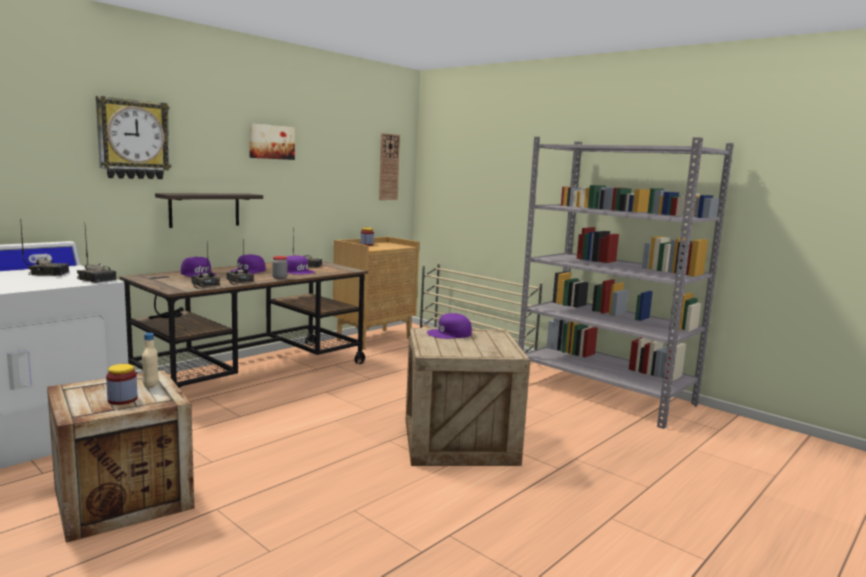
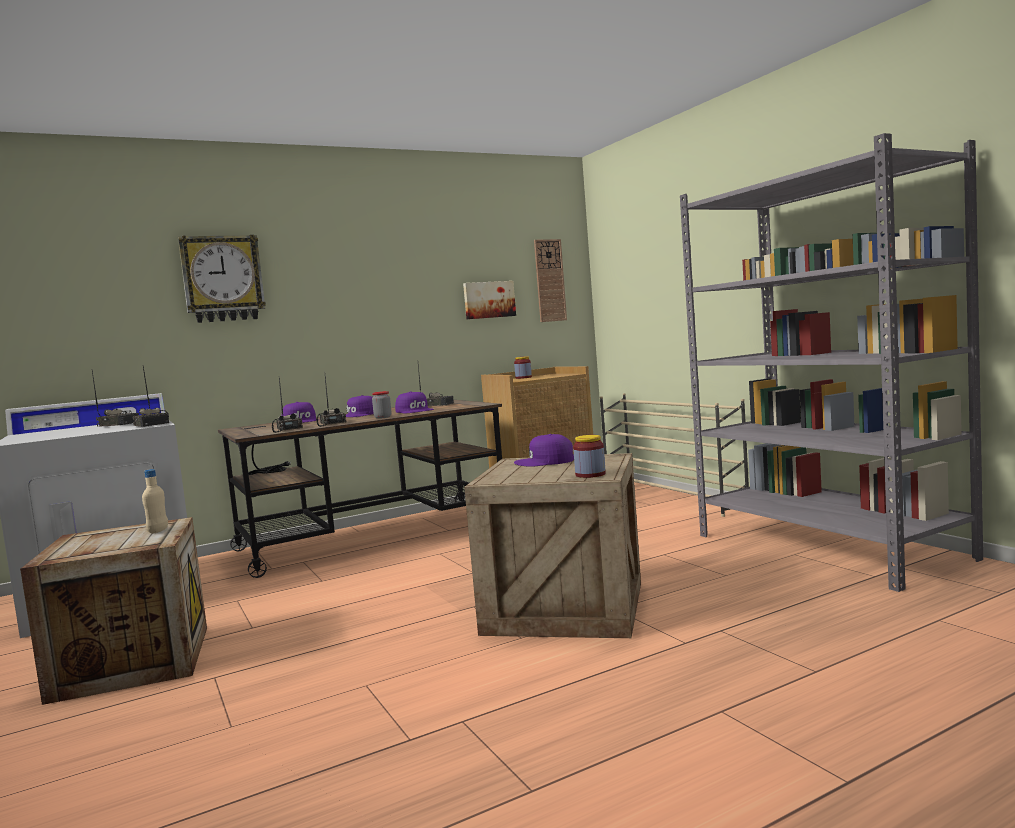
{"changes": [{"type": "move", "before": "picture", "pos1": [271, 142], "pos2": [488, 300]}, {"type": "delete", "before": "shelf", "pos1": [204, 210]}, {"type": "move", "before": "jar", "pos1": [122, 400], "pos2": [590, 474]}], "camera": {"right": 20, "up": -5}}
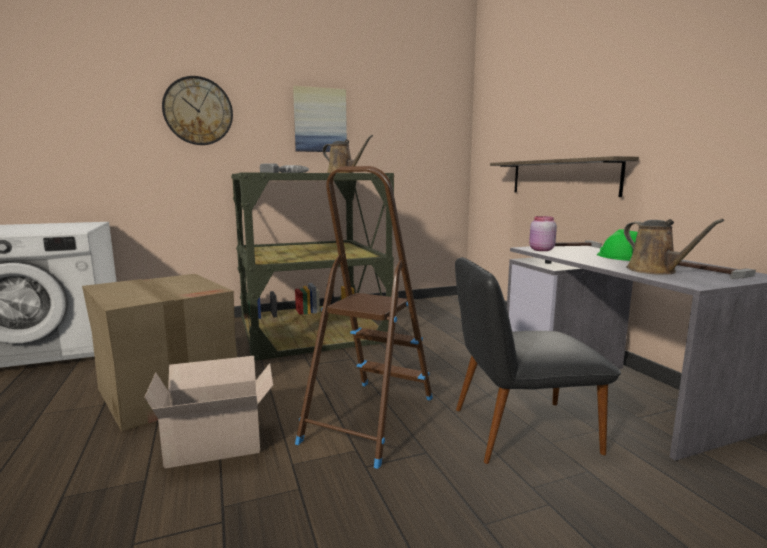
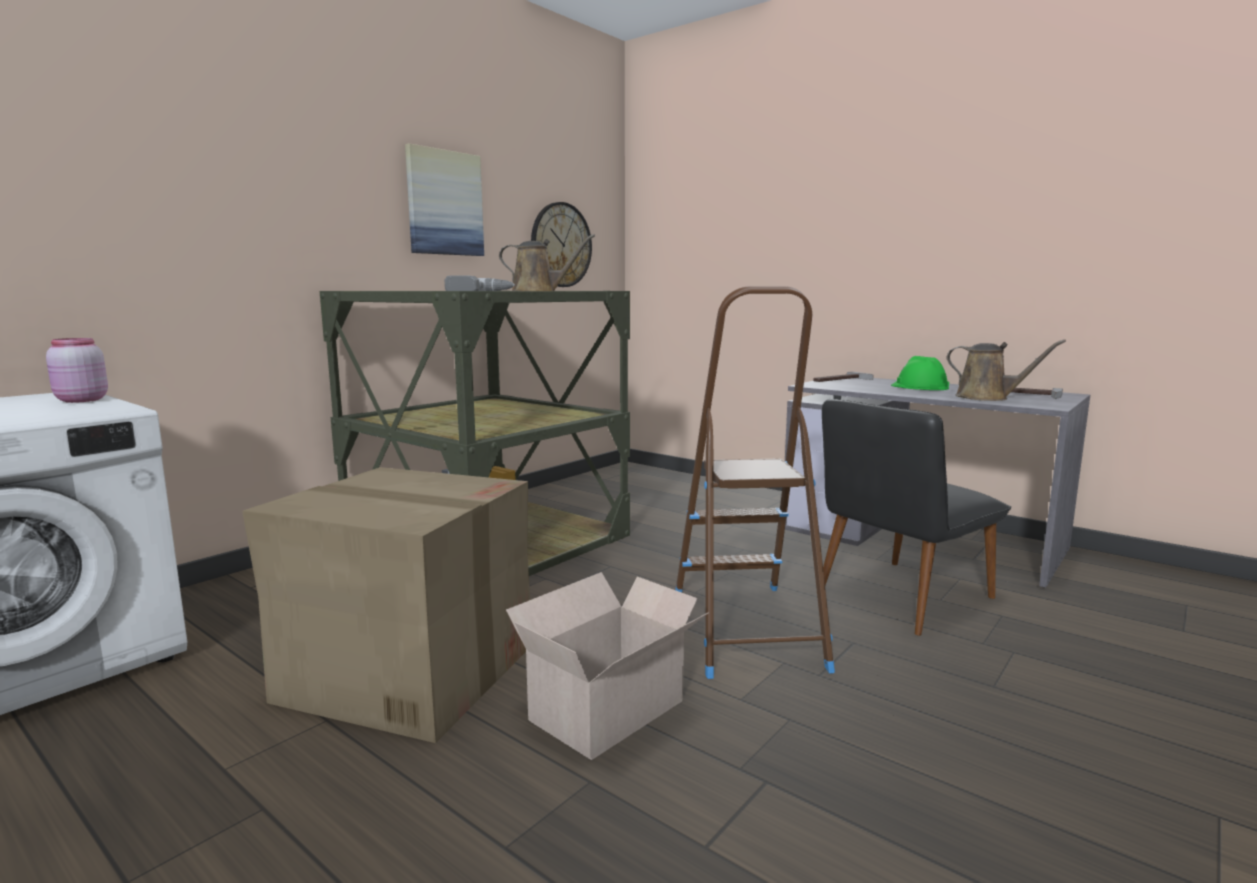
{"changes": [{"type": "move", "before": "wall clock", "pos1": [198, 111], "pos2": [561, 245]}, {"type": "delete", "before": "shelf", "pos1": [562, 177]}, {"type": "move", "before": "jar (pink)", "pos1": [541, 250], "pos2": [80, 400]}], "camera": {"right": -30, "up": 0}}
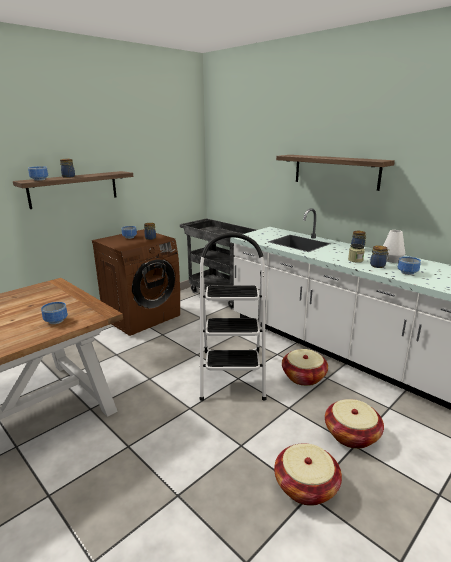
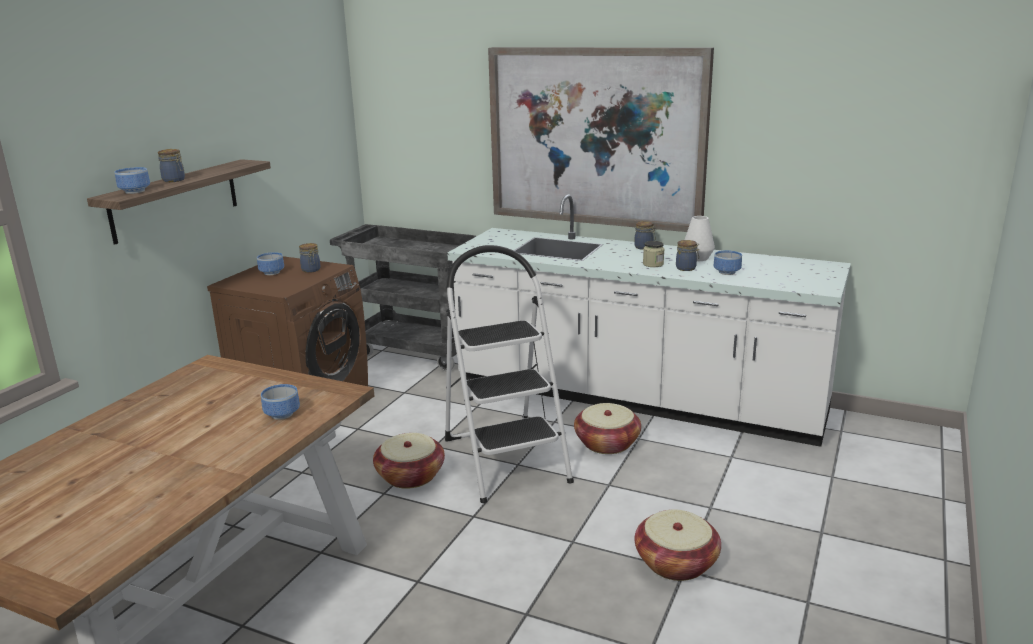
{"changes": [{"type": "replace", "before": "shelf", "after": "picture", "pos1": [335, 171], "pos2": [596, 137]}, {"type": "move", "before": "basket", "pos1": [351, 435], "pos2": [410, 476]}], "camera": {"right": -20, "up": 0}}
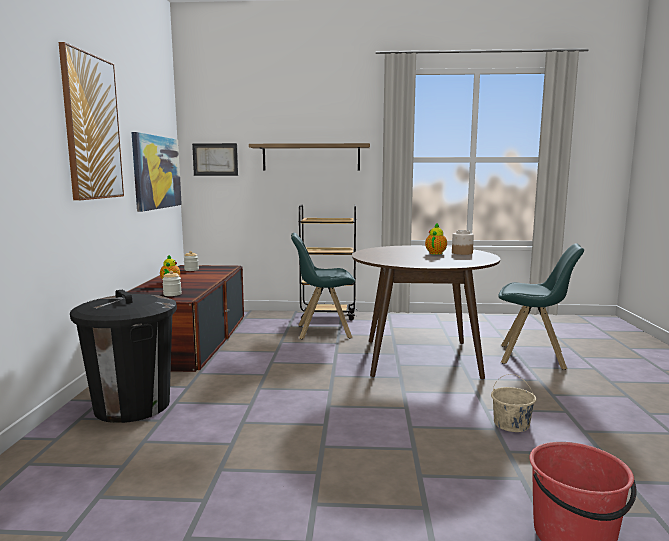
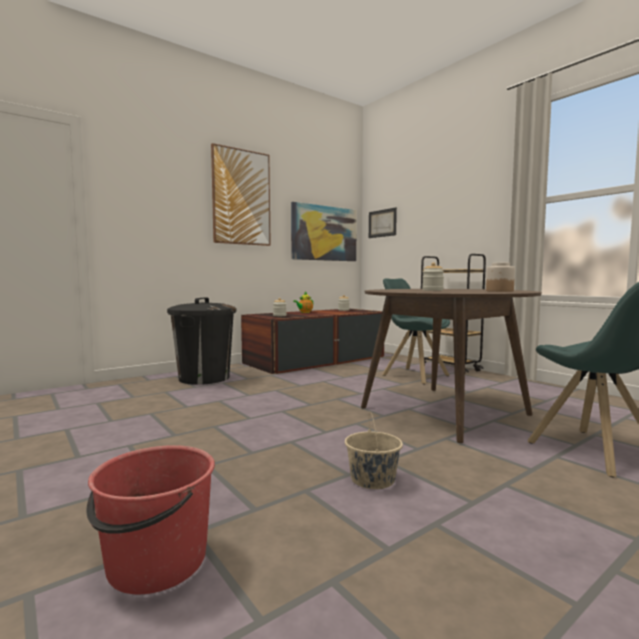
{"changes": [{"type": "delete", "before": "shelf", "pos1": [311, 157]}, {"type": "delete", "before": "teapot", "pos1": [436, 253]}, {"type": "insert", "after": "jar", "pos2": [432, 290]}], "camera": {"right": 50, "up": -5}}
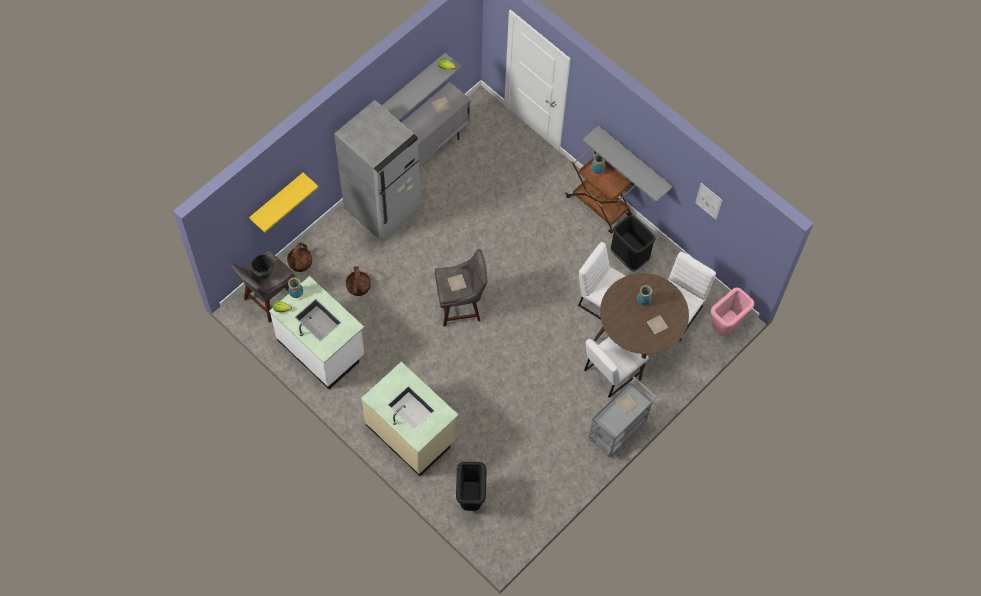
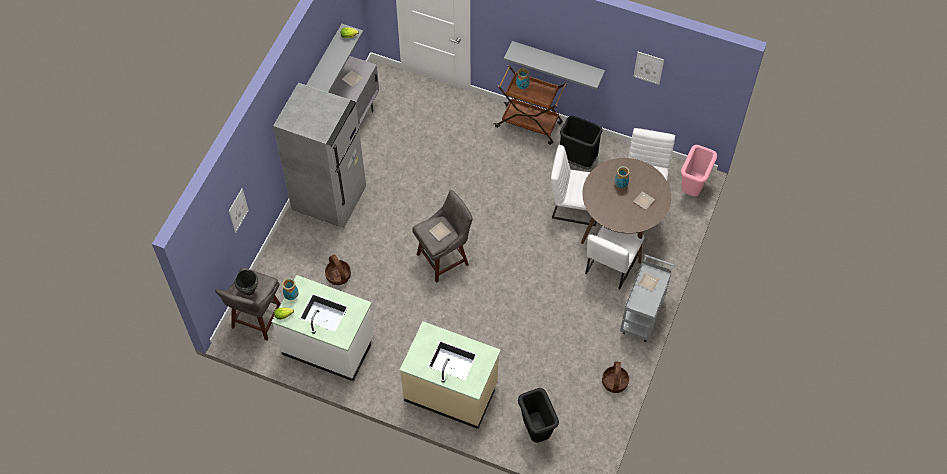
{"changes": [{"type": "replace", "before": "shelf (yellow)", "after": "picture", "pos1": [277, 199], "pos2": [238, 210]}, {"type": "move", "before": "basket", "pos1": [300, 262], "pos2": [615, 382]}], "camera": {"right": -20, "up": -5}}
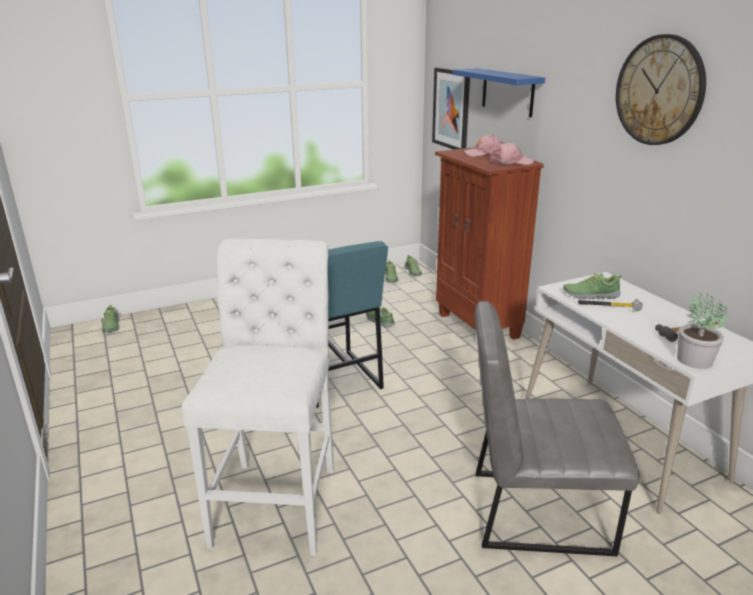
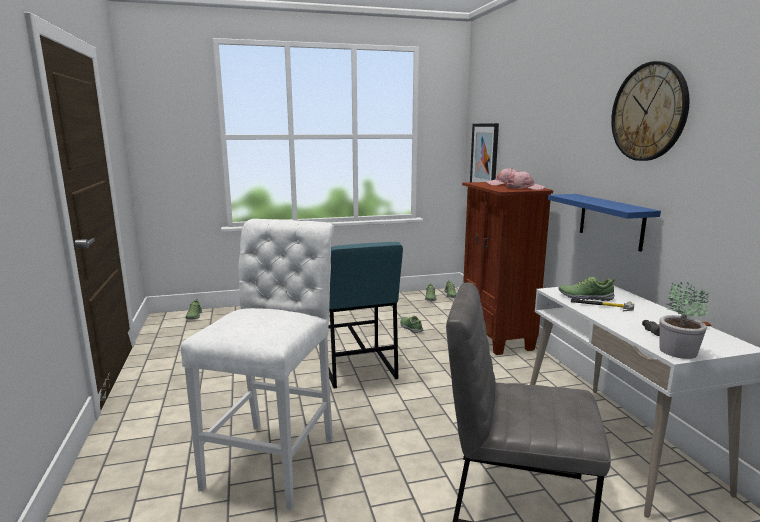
{"changes": [{"type": "move", "before": "shelf (blue)", "pos1": [507, 92], "pos2": [611, 221]}], "camera": {"right": 10, "up": -10}}
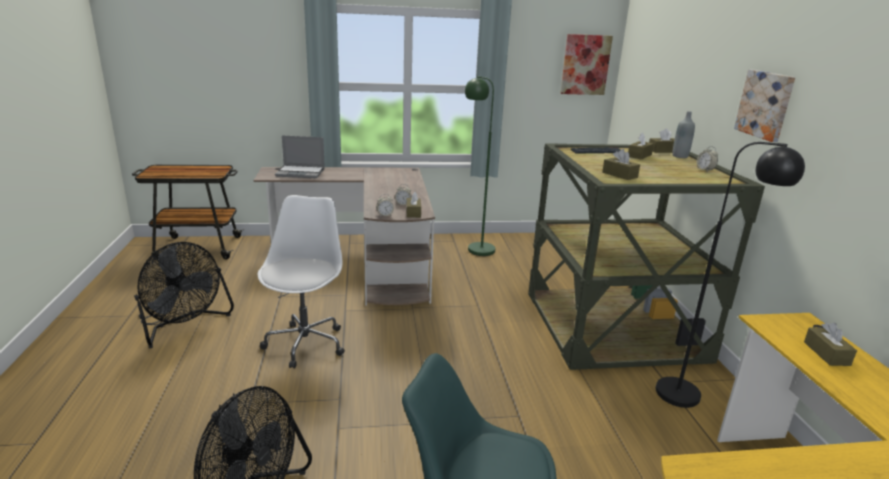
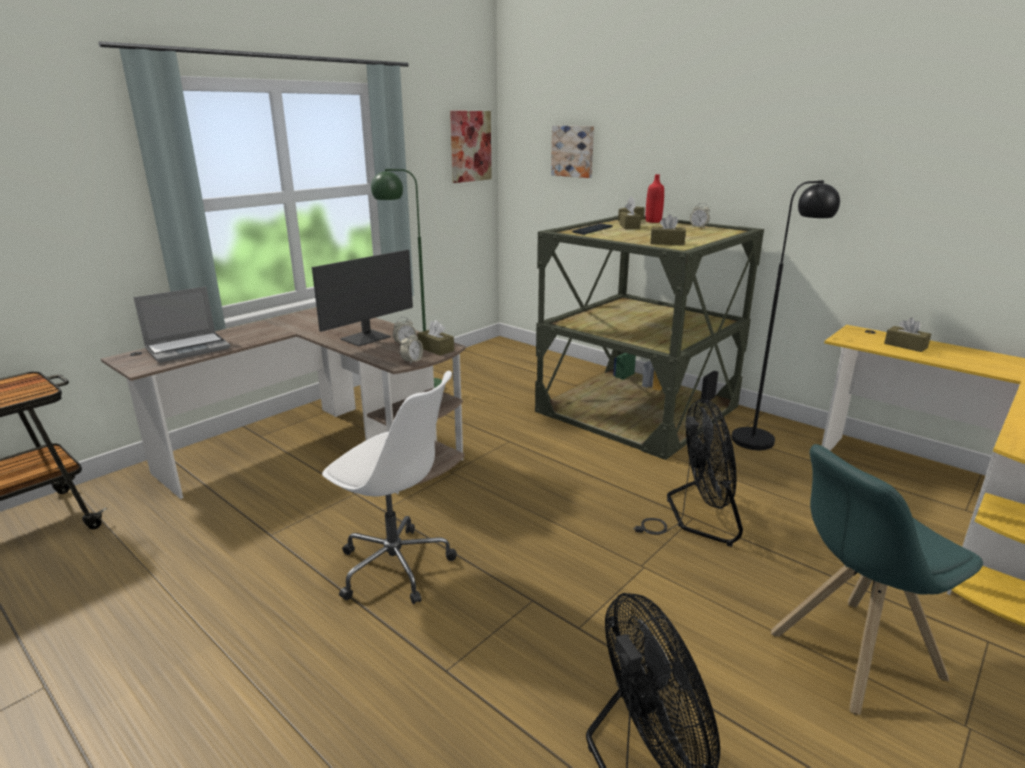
{"changes": [{"type": "move", "before": "picture", "pos1": [766, 104], "pos2": [573, 151]}, {"type": "recolor", "before": "bottle (grey)", "after": "bottle (red)", "pos1": [680, 156], "pos2": [653, 221]}, {"type": "rotate", "before": "office chair (white)", "pos1": [306, 343], "pos2": [398, 568], "turn": 150}, {"type": "move", "before": "fan (black)", "pos1": [180, 325], "pos2": [691, 515]}, {"type": "insert", "after": "monitor", "pos2": [366, 338]}], "camera": {"right": -40, "up": 0}}
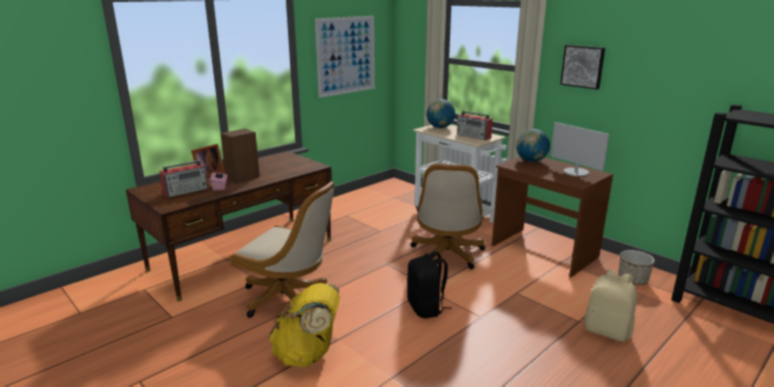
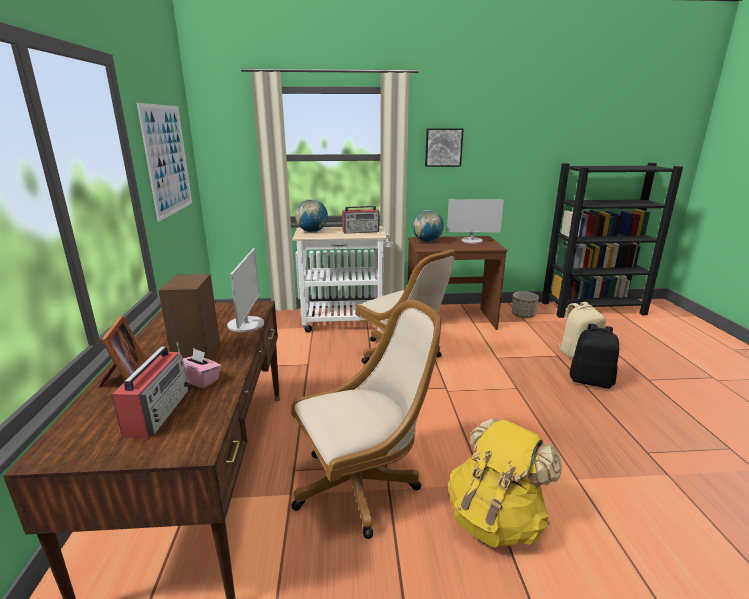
{"changes": [{"type": "move", "before": "backpack (black)", "pos1": [426, 308], "pos2": [591, 381]}, {"type": "insert", "after": "monitor", "pos2": [246, 324]}], "camera": {"right": -50, "up": 0}}
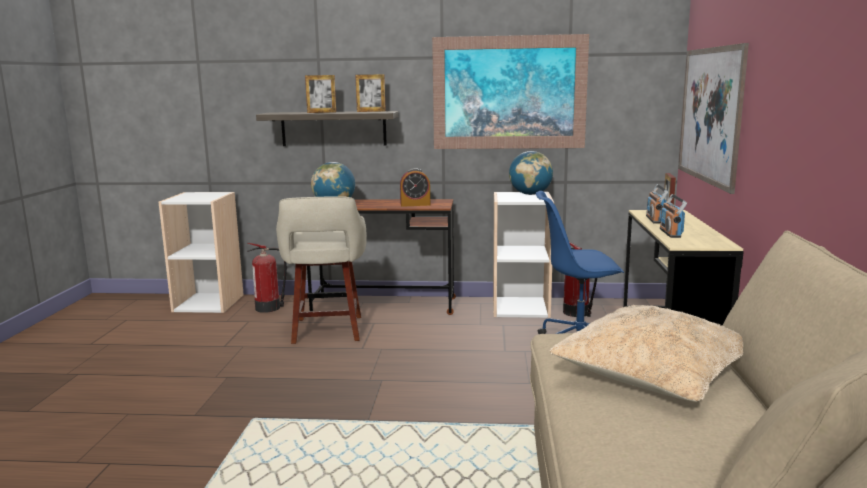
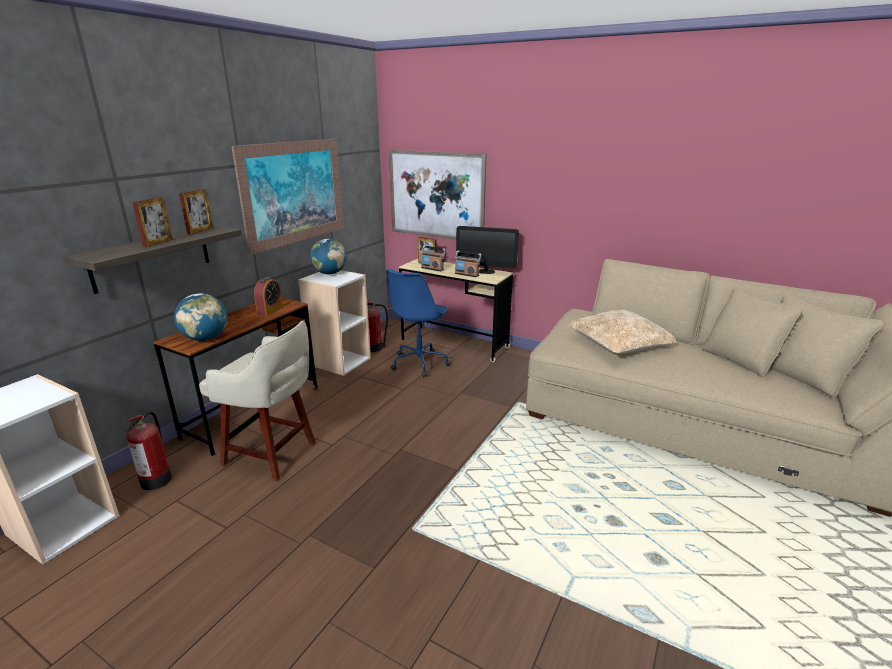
{"changes": [{"type": "insert", "after": "monitor", "pos2": [486, 271]}], "camera": {"right": -65, "up": 10}}
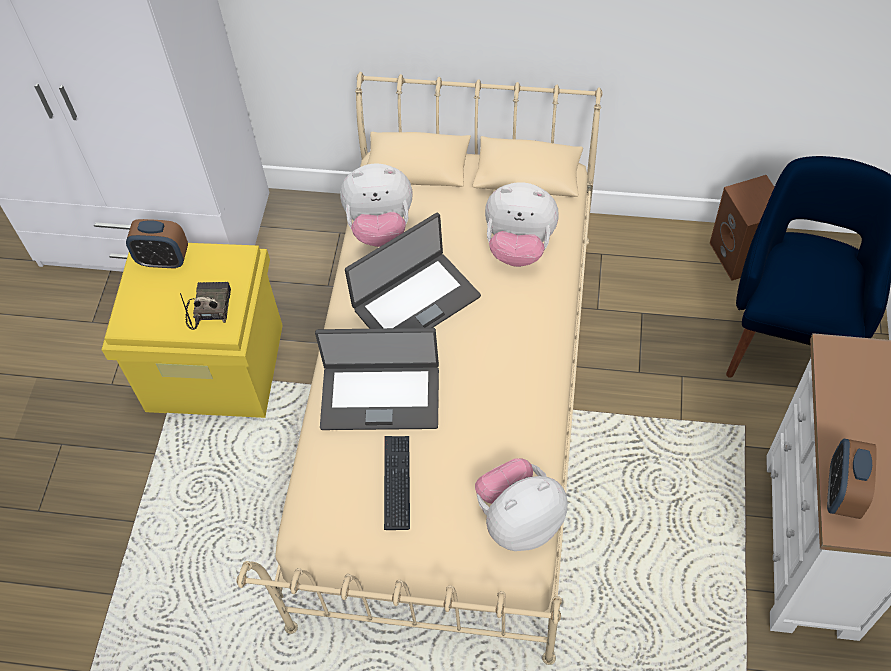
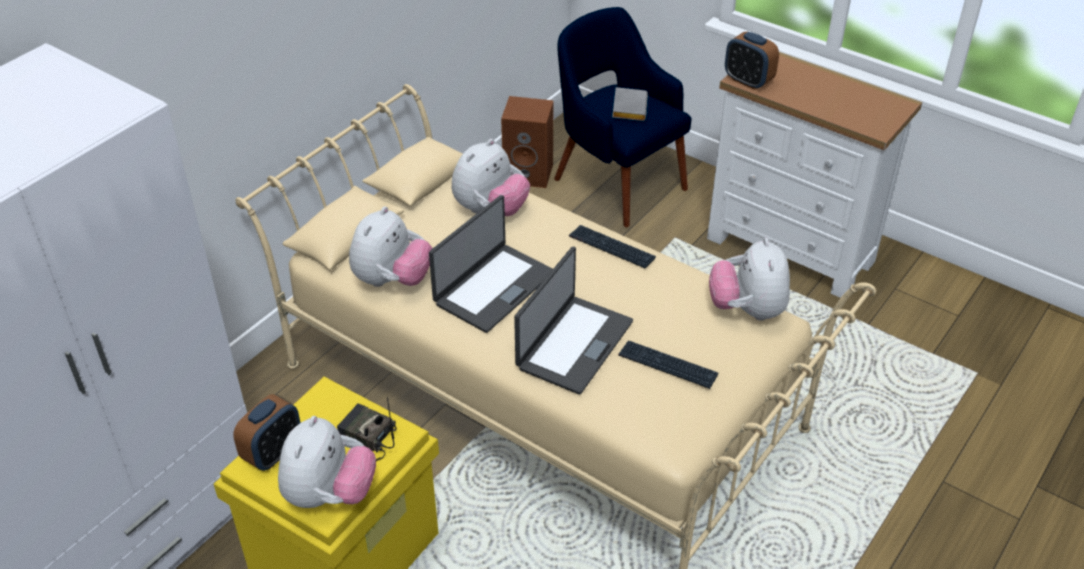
{"changes": [{"type": "rotate", "before": "laptop", "pos1": [415, 301], "pos2": [493, 287], "turn": 45}, {"type": "move", "before": "alarm clock", "pos1": [842, 493], "pos2": [748, 81]}, {"type": "insert", "after": "book (grey)", "pos2": [628, 107]}, {"type": "insert", "after": "keyboard", "pos2": [611, 248]}, {"type": "insert", "after": "plush toy", "pos2": [329, 494]}], "camera": {"right": -65, "up": -15}}
